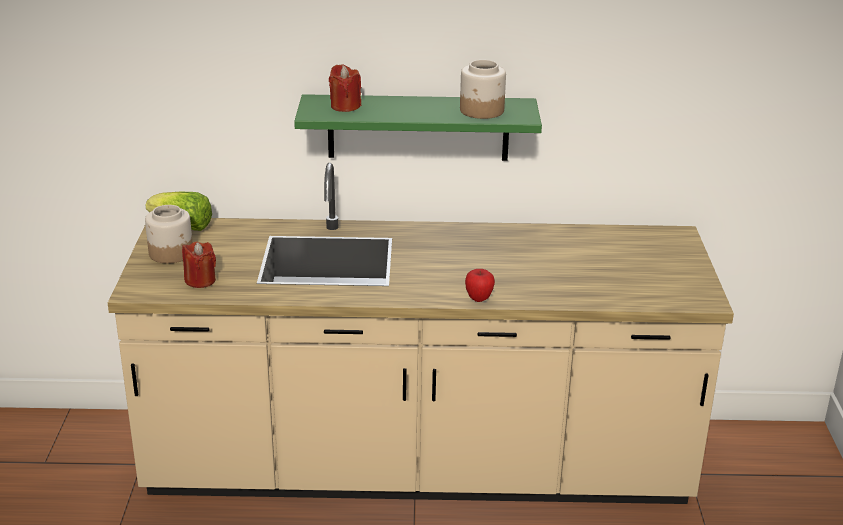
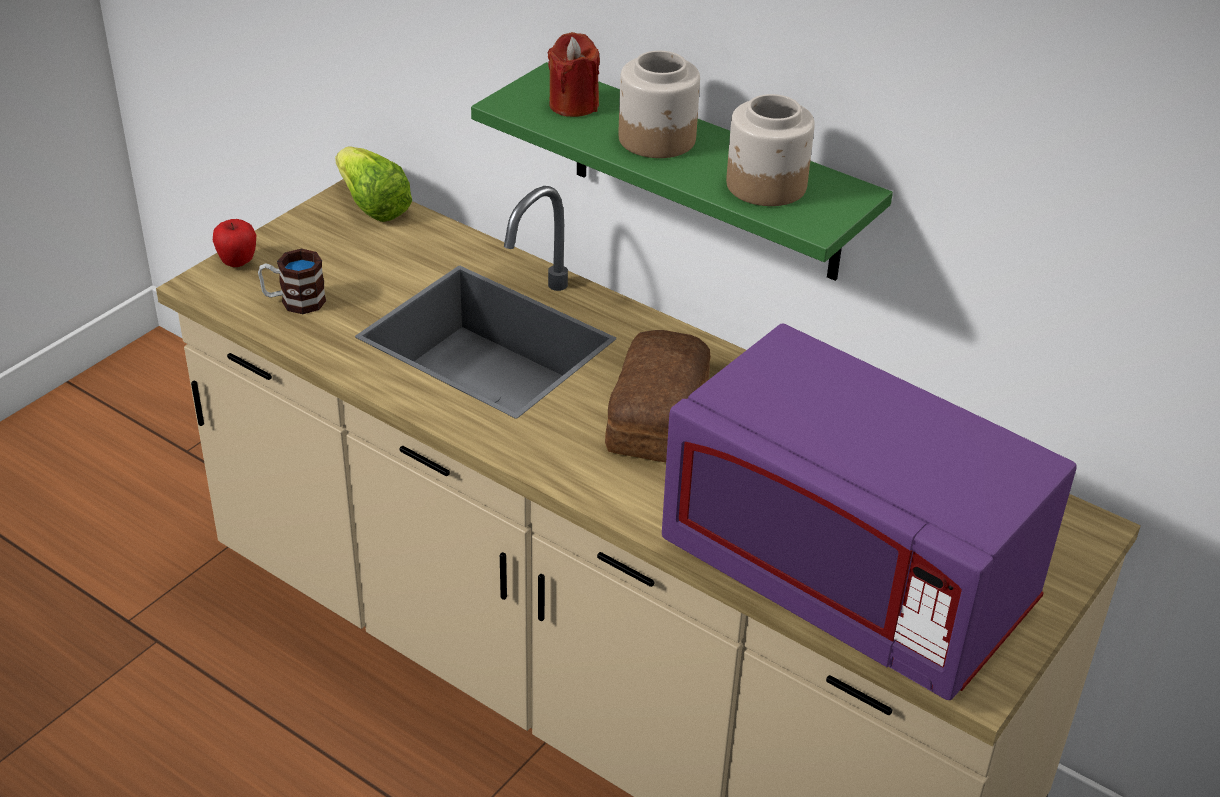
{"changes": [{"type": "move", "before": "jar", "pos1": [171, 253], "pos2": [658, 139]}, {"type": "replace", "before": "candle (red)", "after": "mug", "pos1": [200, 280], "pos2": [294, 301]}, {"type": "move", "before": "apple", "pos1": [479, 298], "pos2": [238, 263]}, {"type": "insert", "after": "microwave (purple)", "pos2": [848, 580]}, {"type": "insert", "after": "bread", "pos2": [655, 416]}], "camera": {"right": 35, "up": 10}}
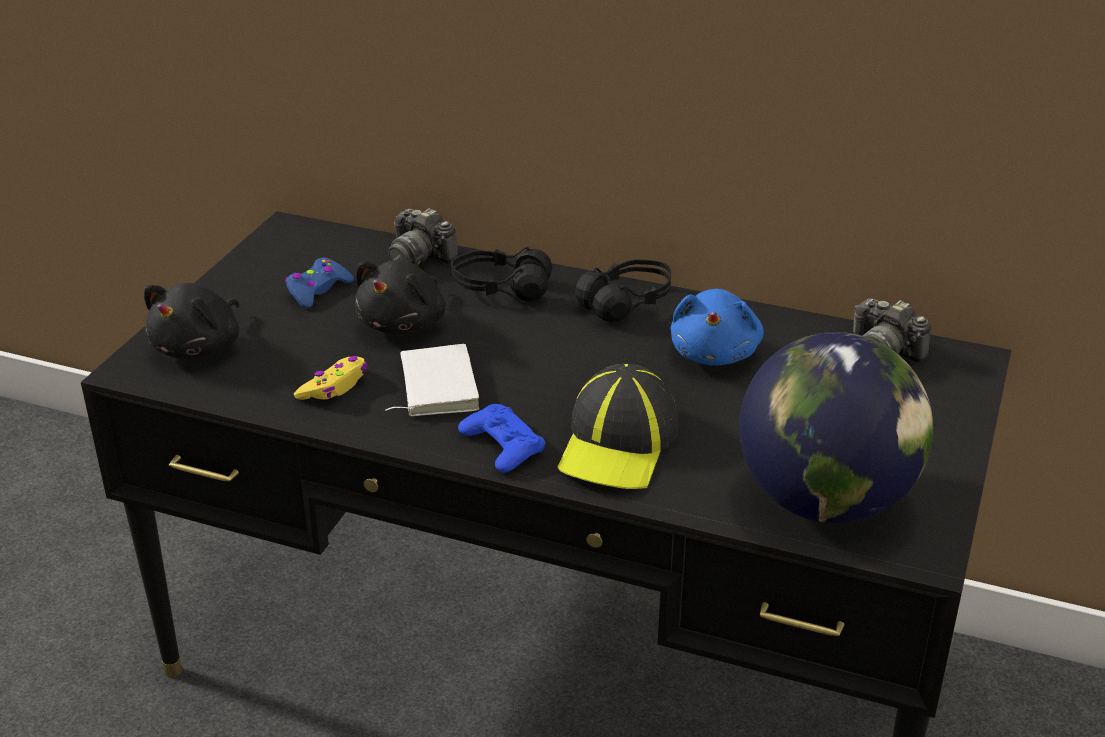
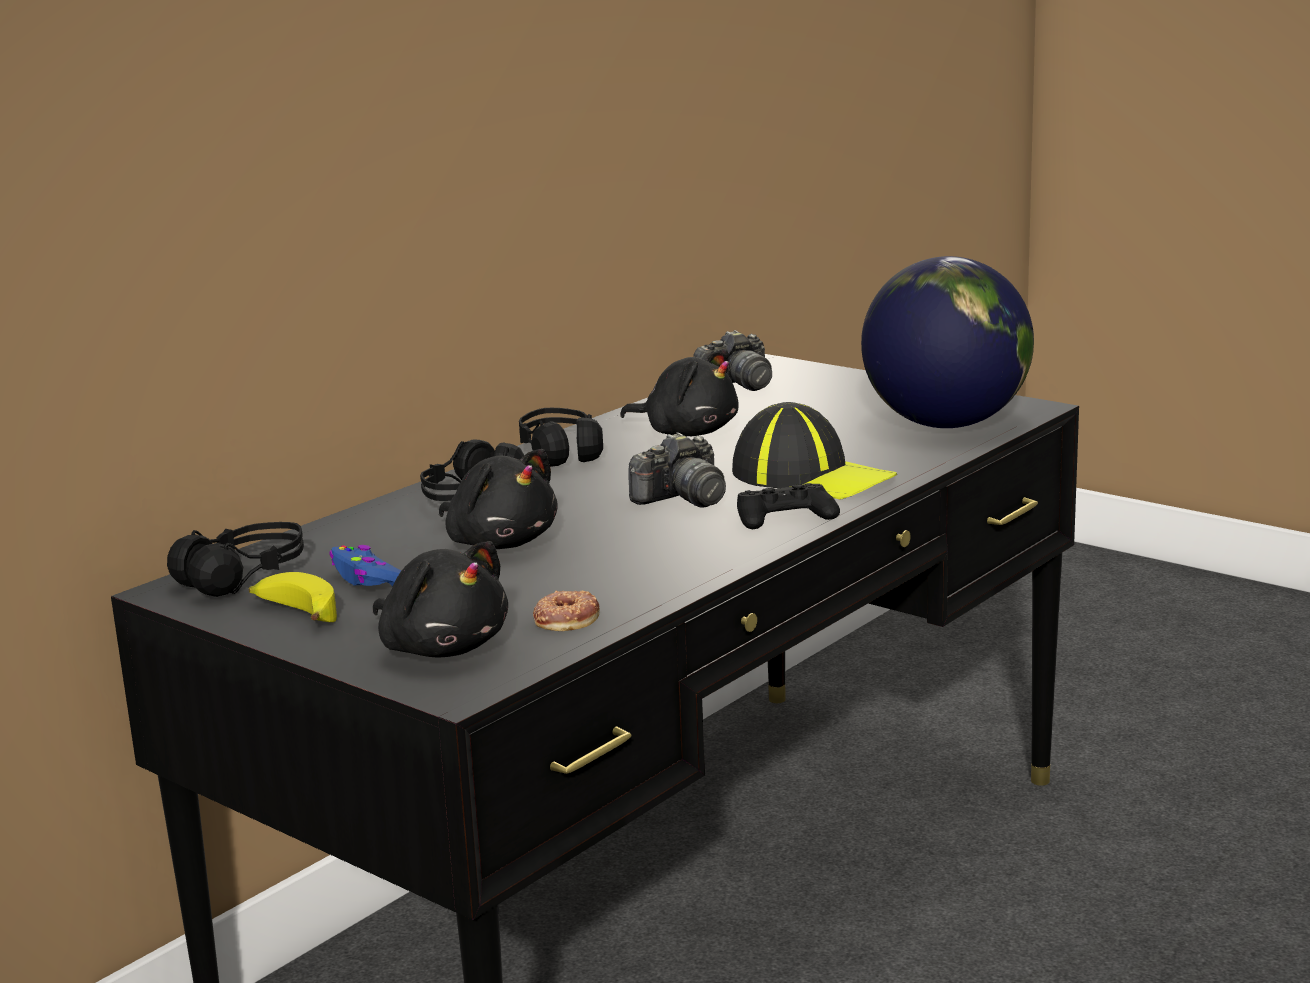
{"changes": [{"type": "move", "before": "photo camera", "pos1": [420, 257], "pos2": [682, 499]}, {"type": "recolor", "before": "plush toy (blue)", "after": "plush toy (black)", "pos1": [715, 353], "pos2": [687, 432]}, {"type": "delete", "before": "book (white)", "pos1": [435, 386]}, {"type": "delete", "before": "game controller (yellow)", "pos1": [334, 387]}, {"type": "recolor", "before": "game controller (blue)", "after": "game controller (black)", "pos1": [502, 445], "pos2": [784, 517]}, {"type": "insert", "after": "headphones (black)", "pos2": [244, 577]}, {"type": "insert", "after": "banana", "pos2": [294, 612]}, {"type": "insert", "after": "donut", "pos2": [566, 618]}], "camera": {"right": -70, "up": -15}}
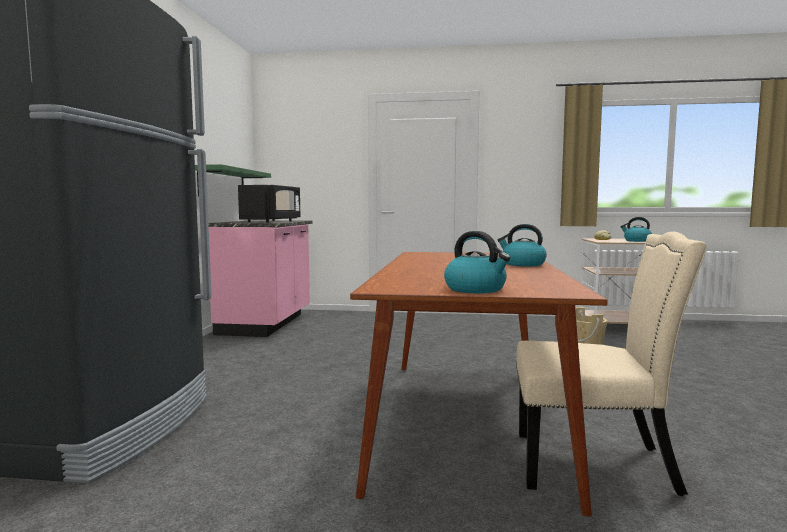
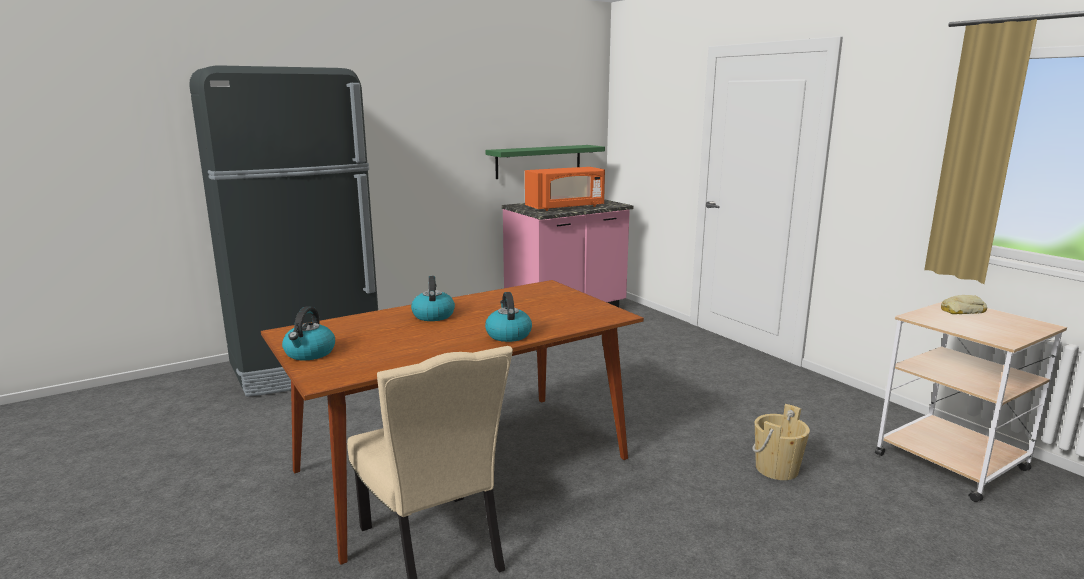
{"changes": [{"type": "recolor", "before": "microwave (black)", "after": "microwave (orange)", "pos1": [272, 221], "pos2": [566, 207]}, {"type": "move", "before": "kettle", "pos1": [636, 241], "pos2": [433, 315]}], "camera": {"right": 50, "up": 10}}
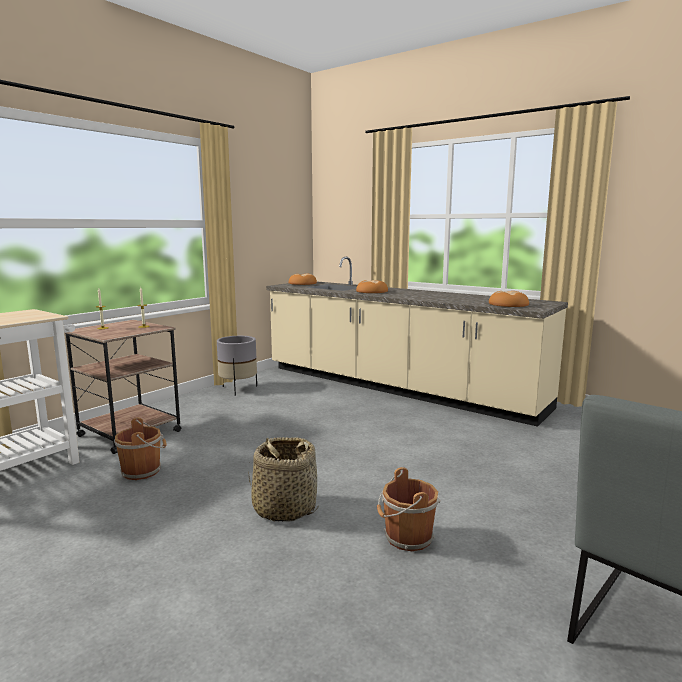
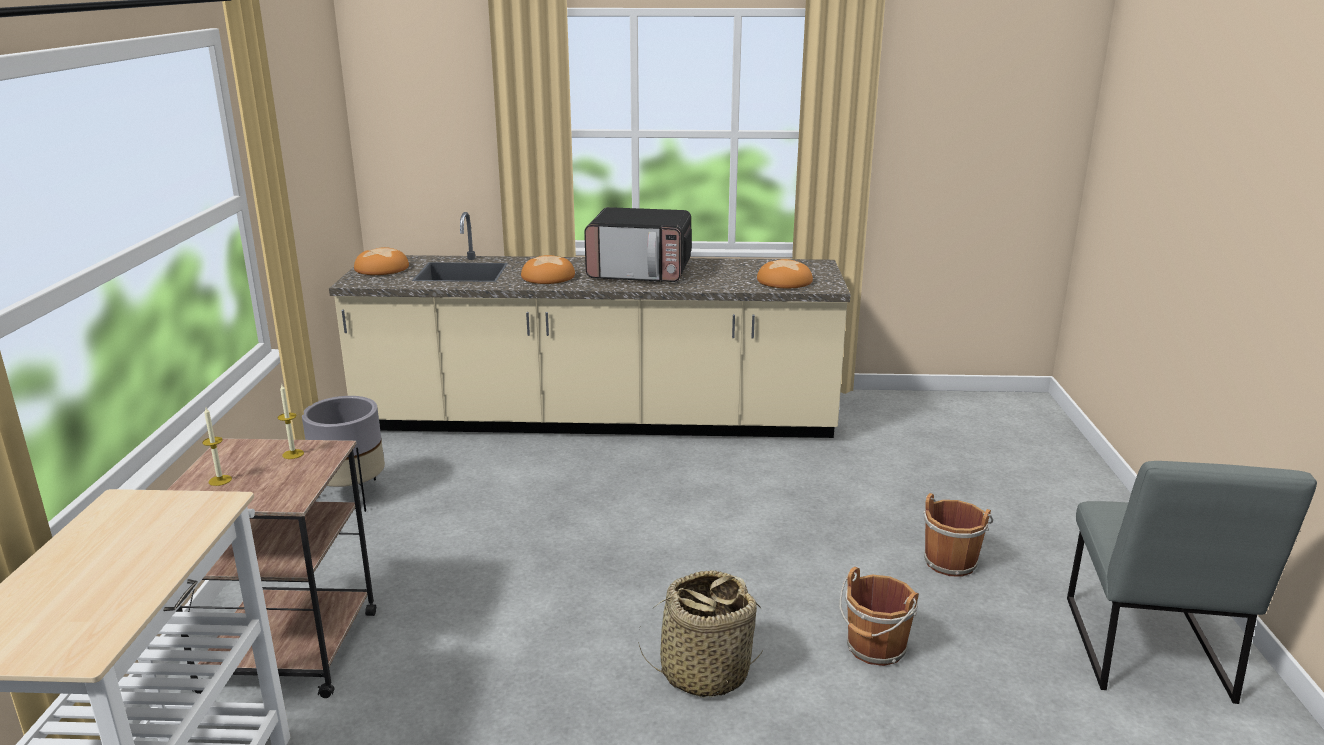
{"changes": [{"type": "move", "before": "bucket (brown)", "pos1": [143, 471], "pos2": [950, 561]}, {"type": "insert", "after": "microwave", "pos2": [640, 272]}], "camera": {"right": -35, "up": 10}}
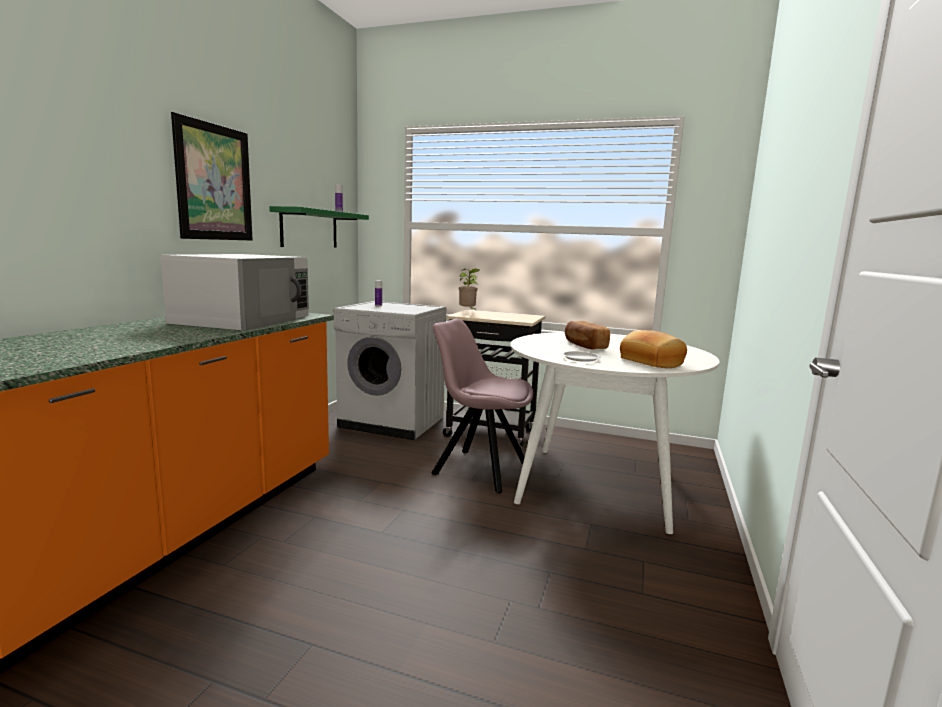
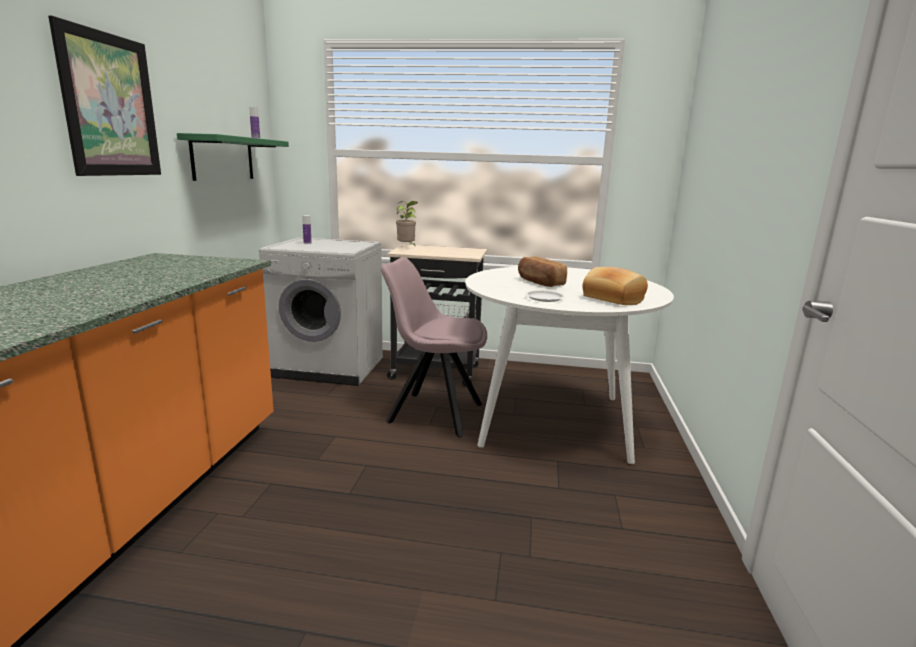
{"changes": [{"type": "delete", "before": "microwave (white)", "pos1": [244, 319]}], "camera": {"right": -10, "up": 5}}
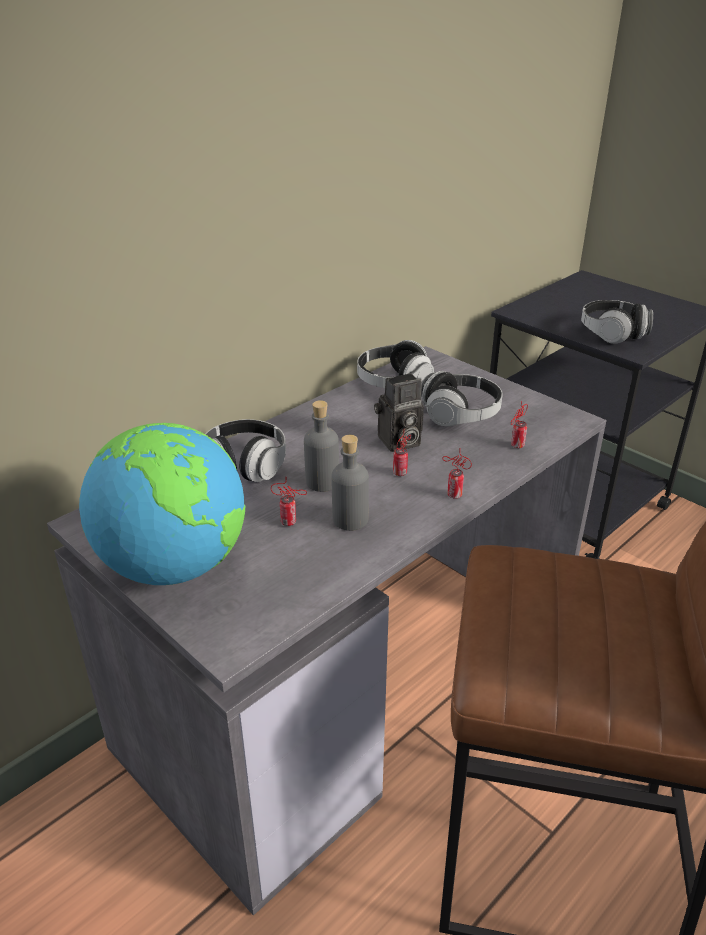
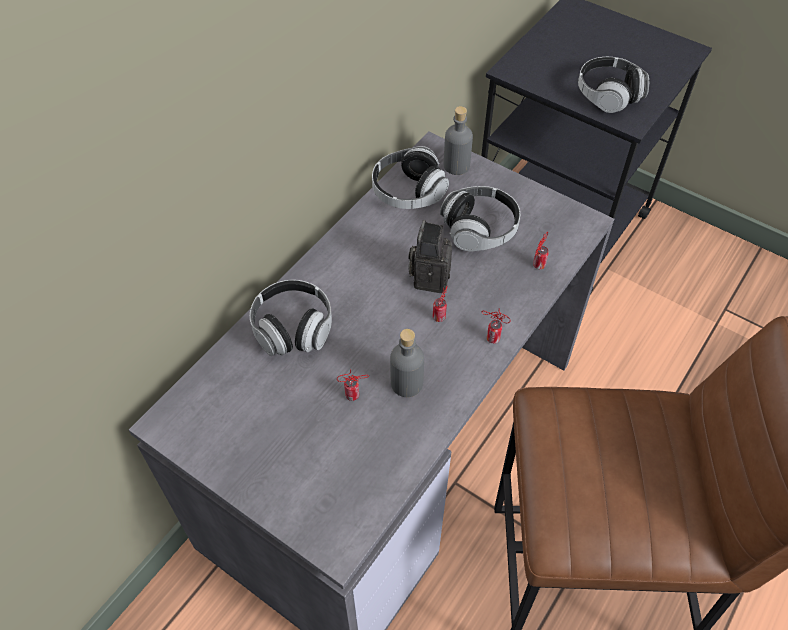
{"changes": [{"type": "rotate", "before": "photo camera", "pos1": [398, 443], "pos2": [429, 277], "turn": 135}, {"type": "move", "before": "bottle (grey)", "pos1": [322, 482], "pos2": [456, 166]}, {"type": "delete", "before": "globe", "pos1": [174, 565]}], "camera": {"right": -10, "up": 20}}
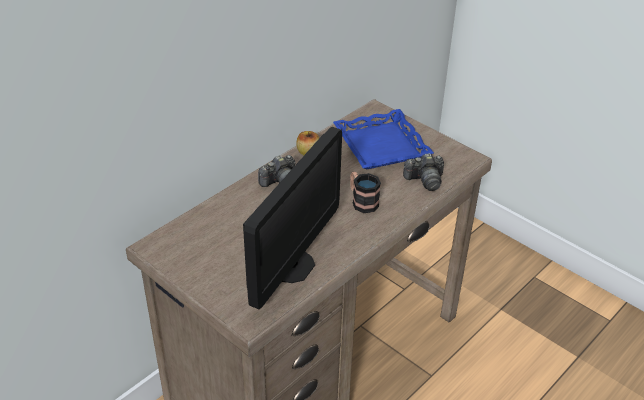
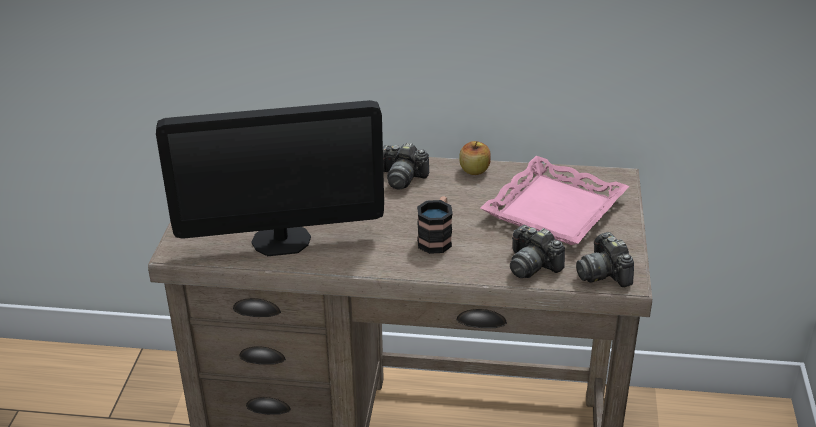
{"changes": [{"type": "recolor", "before": "tray (blue)", "after": "tray (pink)", "pos1": [380, 146], "pos2": [553, 209]}, {"type": "insert", "after": "photo camera", "pos2": [604, 273]}], "camera": {"right": 55, "up": -5}}
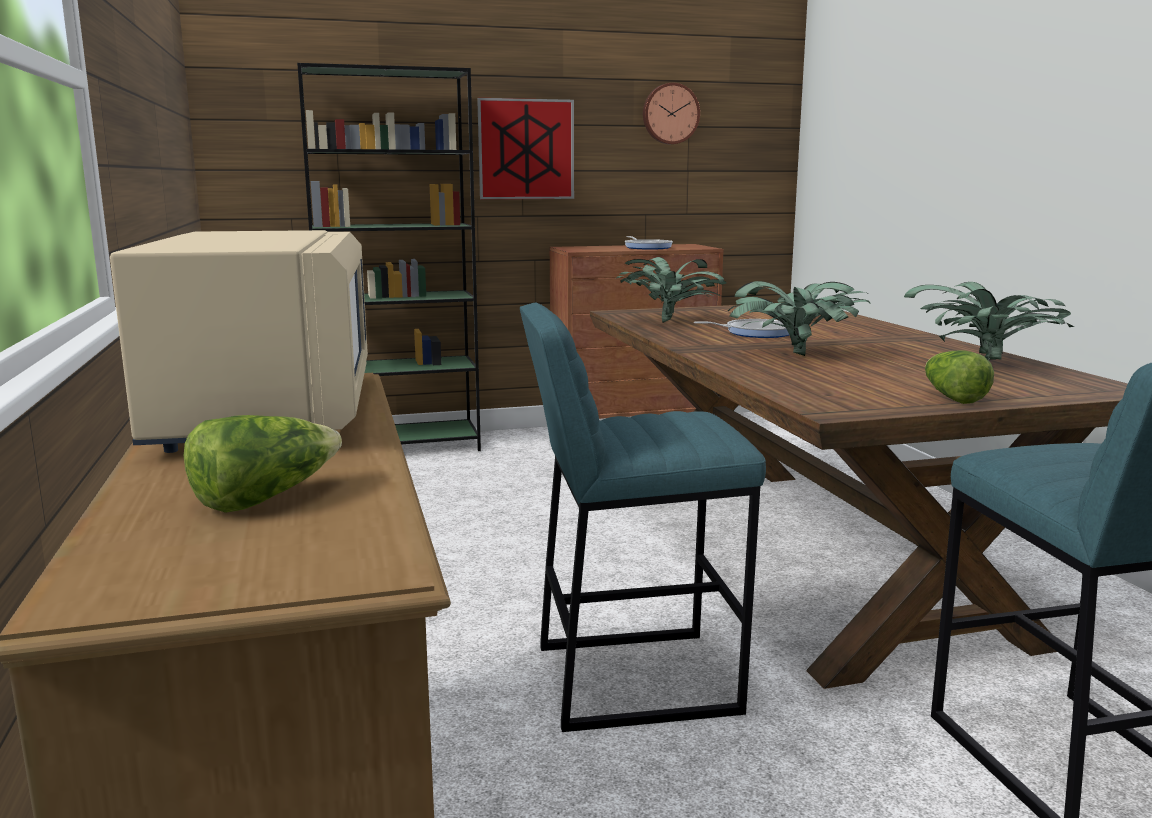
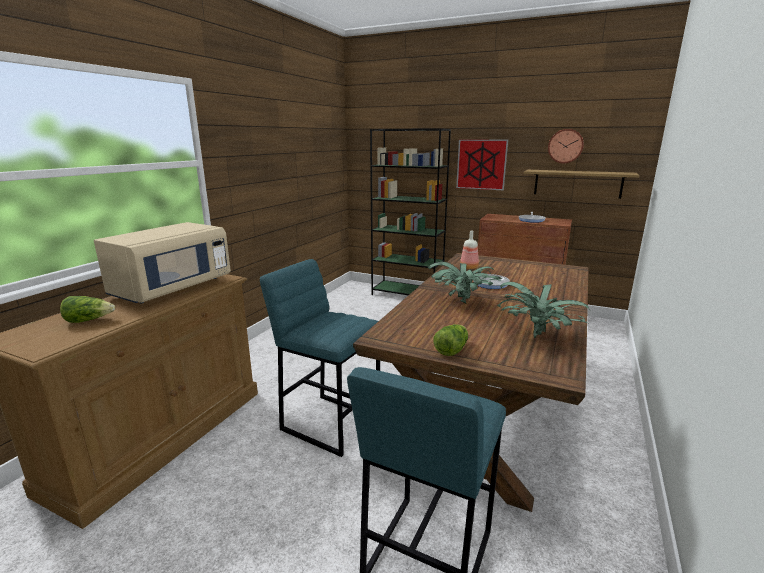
{"changes": [{"type": "replace", "before": "potted plant", "after": "bottle", "pos1": [670, 322], "pos2": [469, 267]}, {"type": "insert", "after": "shelf", "pos2": [577, 183]}], "camera": {"right": 40, "up": 5}}
